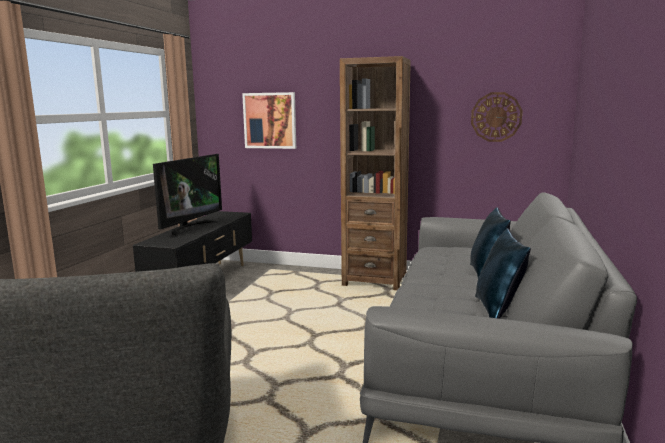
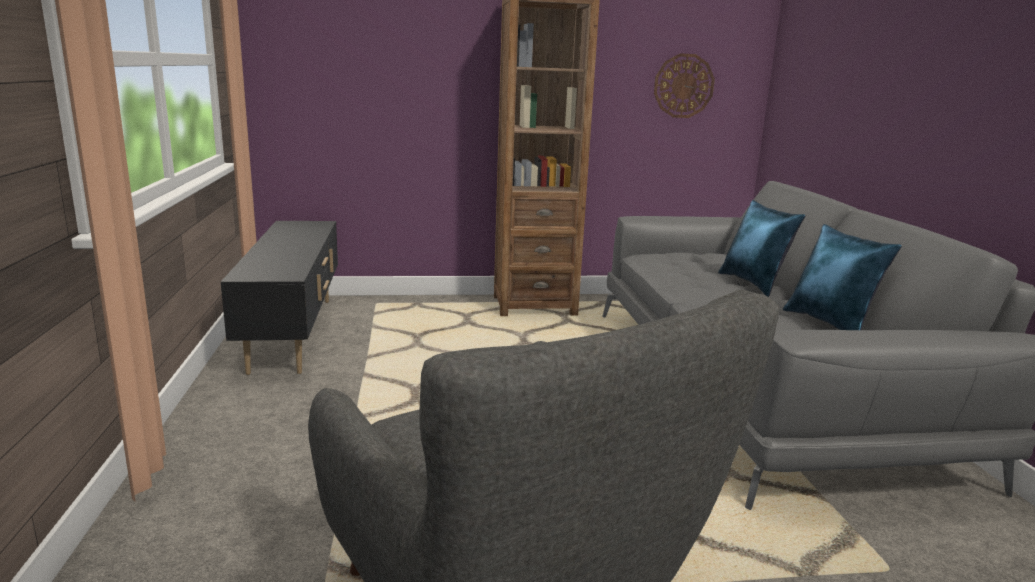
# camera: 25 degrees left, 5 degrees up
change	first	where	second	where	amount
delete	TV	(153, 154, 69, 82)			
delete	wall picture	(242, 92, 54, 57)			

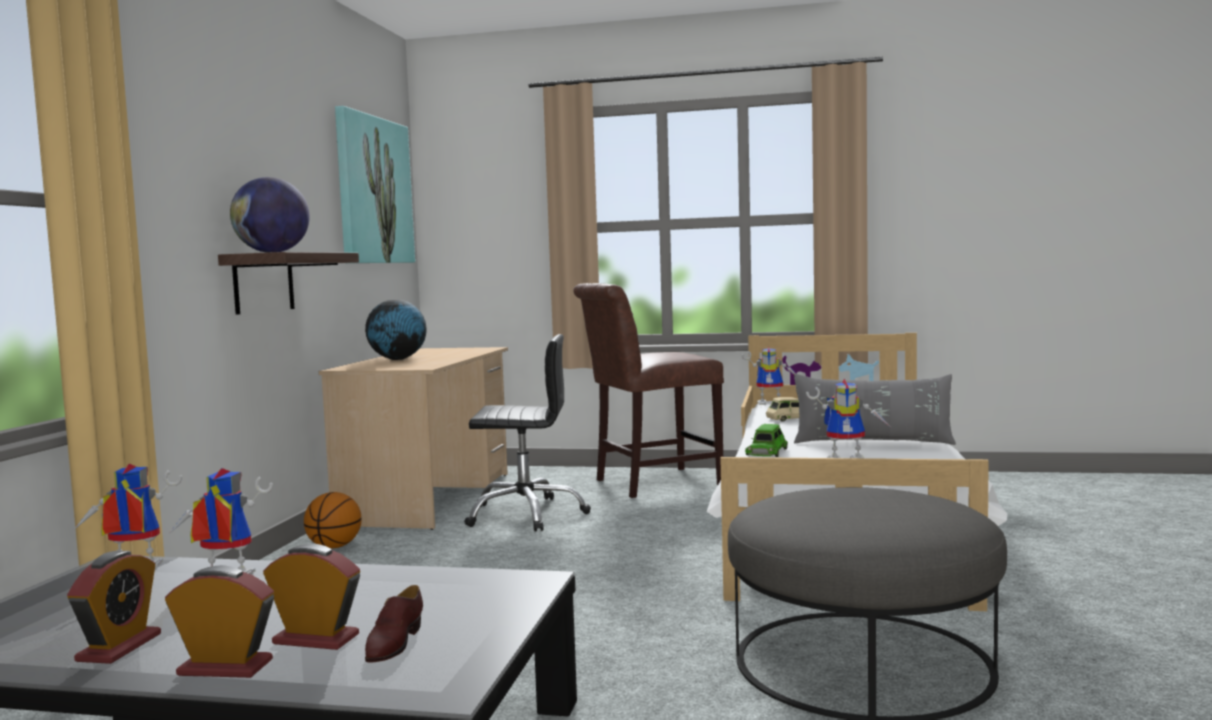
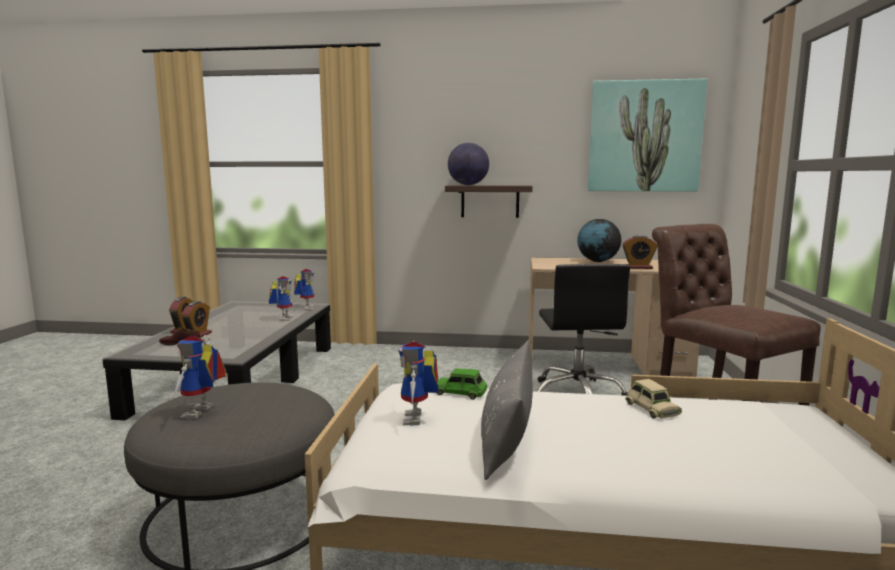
# camera: 85 degrees right, 5 degrees up
change	first	where	second	where	amount
move	table clock	(67, 551, 94, 113)		(622, 235, 36, 34)	
delete	basketball	(304, 492, 57, 56)			
move	toy robot	(742, 347, 54, 58)		(172, 335, 55, 84)	

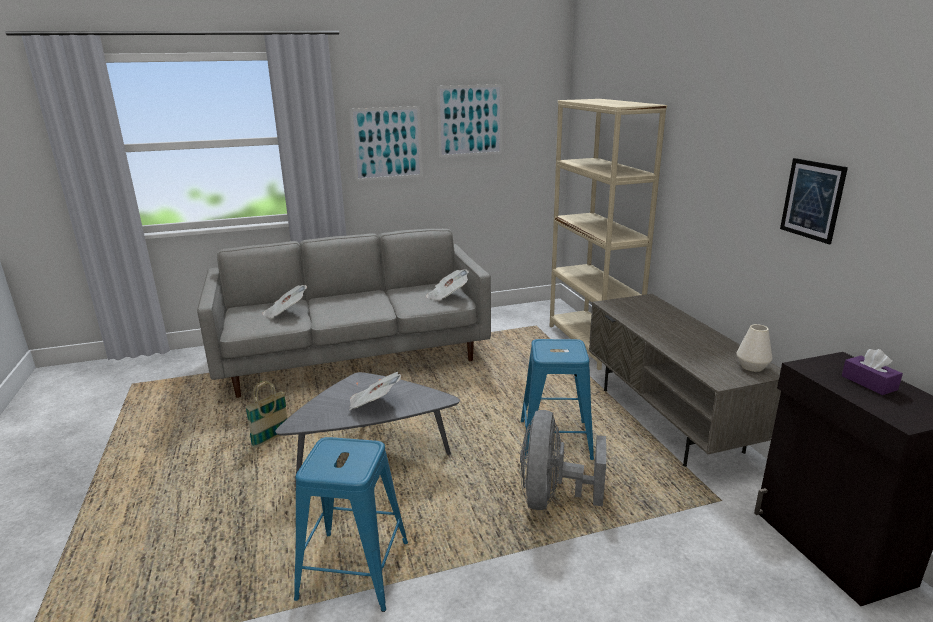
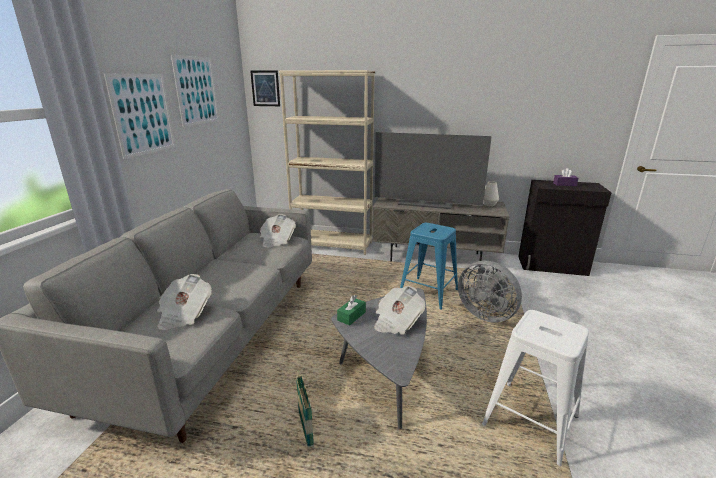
# camera: 60 degrees left, 0 degrees up
change	first	where	second	where	amount
recolor	blue-coloured sitting stool	(294, 437, 114, 175)	white-coloured sitting stool	(482, 310, 107, 156)	
move	wall picture	(780, 158, 68, 86)		(250, 70, 30, 36)	
insert			greenish box of tissues	(337, 295, 29, 31)	
insert			TV	(374, 132, 118, 77)	

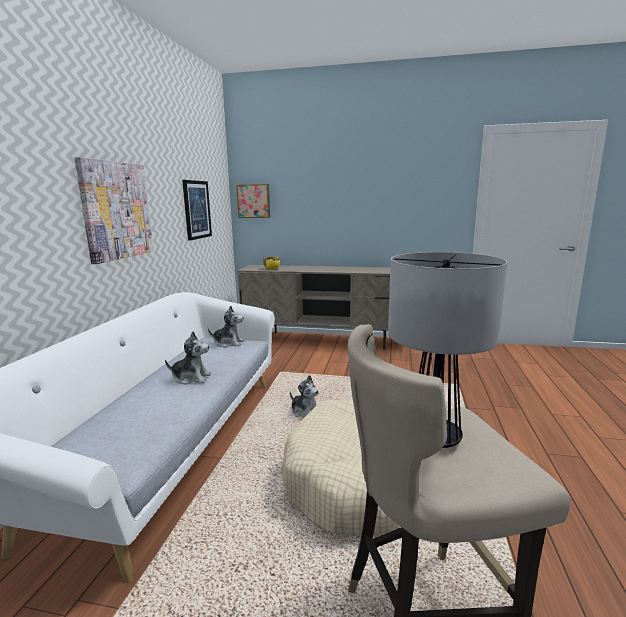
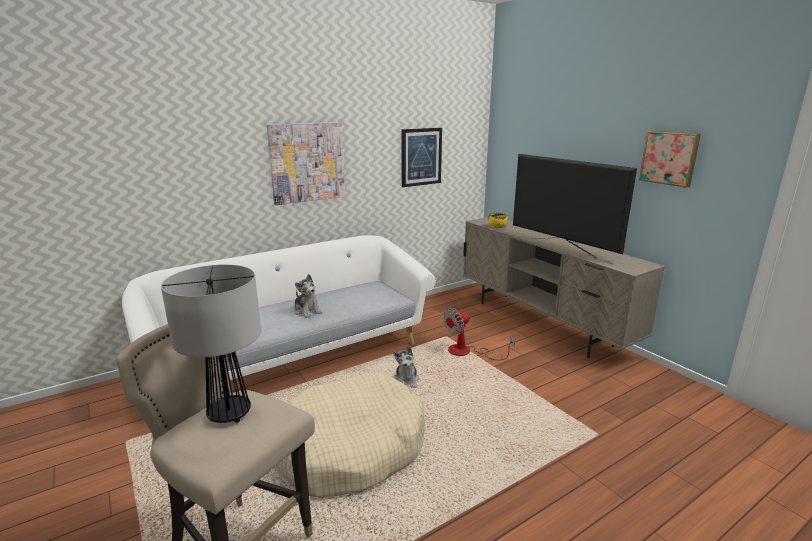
# camera: 45 degrees right, 5 degrees up
change	first	where	second	where	amount
delete	plush toy	(208, 305, 36, 43)			
move	wall picture	(236, 184, 34, 34)		(639, 131, 62, 57)	
insert			fan	(443, 308, 72, 52)	
insert			TV	(513, 154, 124, 104)	

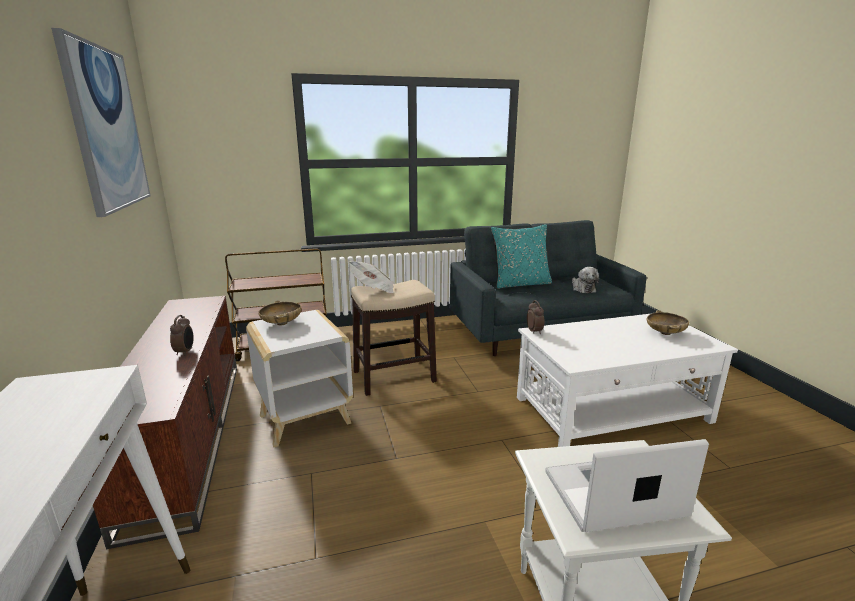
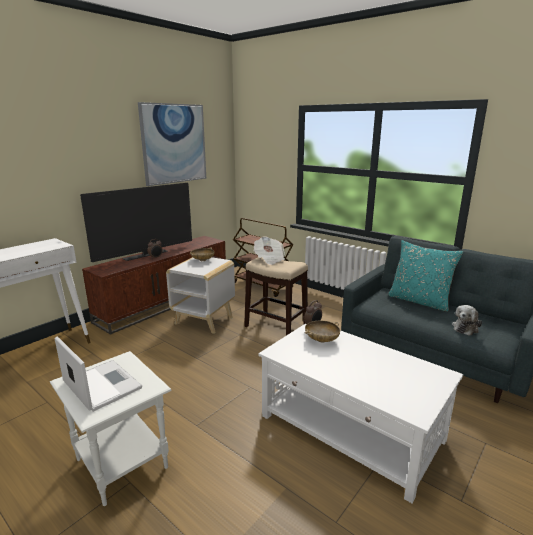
# camera: 55 degrees right, 0 degrees up
change	first	where	second	where	amount
move	sand-coloured deep dish	(647, 310, 42, 25)		(305, 321, 35, 22)	
insert			TV	(80, 183, 112, 79)	

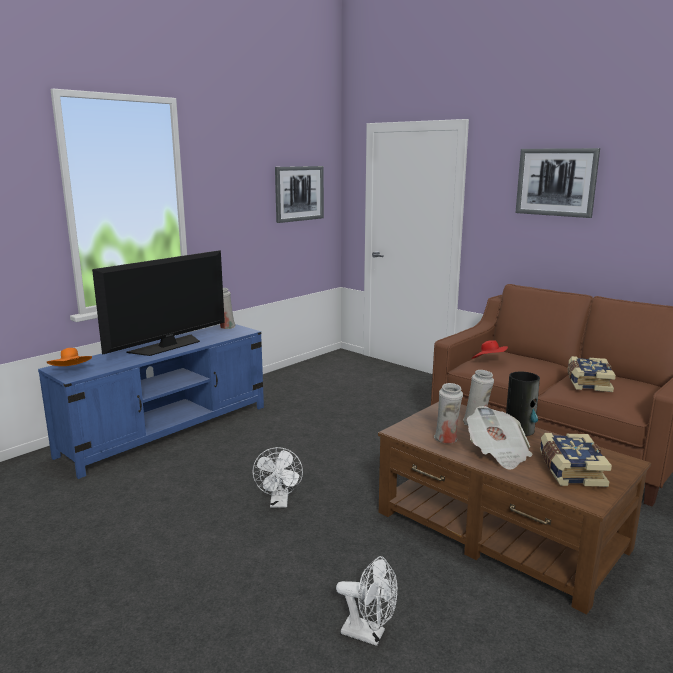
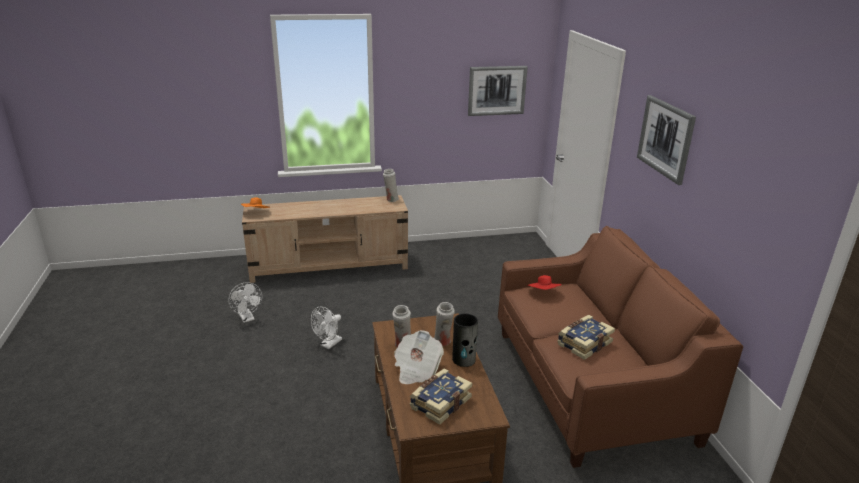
# camera: 35 degrees right, 10 degrees up
change	first	where	second	where	amount
recolor	blue-coloured media console	(38, 324, 226, 155)	sand-coloured media console	(242, 195, 166, 88)	
delete	TV	(92, 250, 133, 106)			
move	white-coloured fan	(336, 556, 62, 90)		(228, 282, 34, 41)	

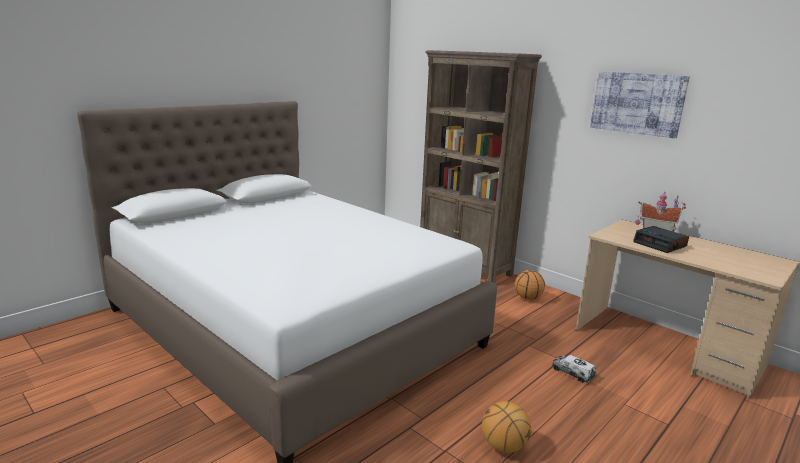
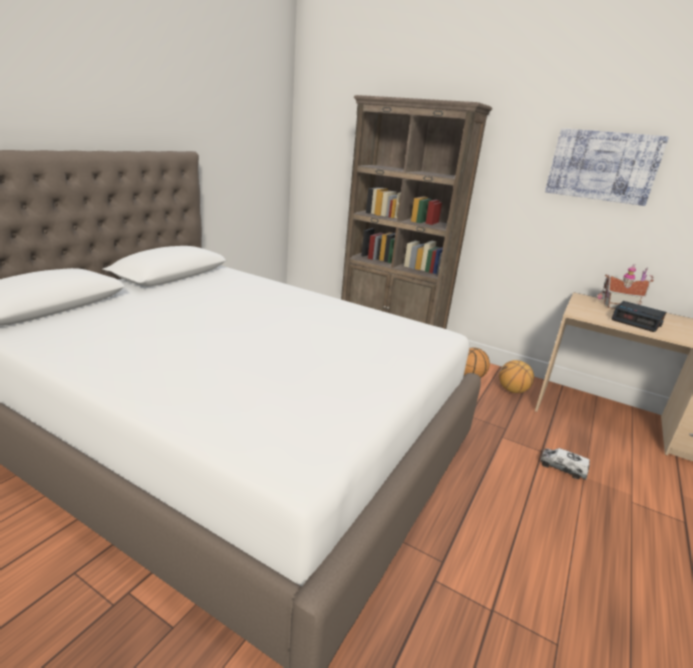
# camera: 15 degrees left, 5 degrees up
change	first	where	second	where	amount
move	basketball	(482, 401, 49, 52)		(499, 360, 35, 33)	

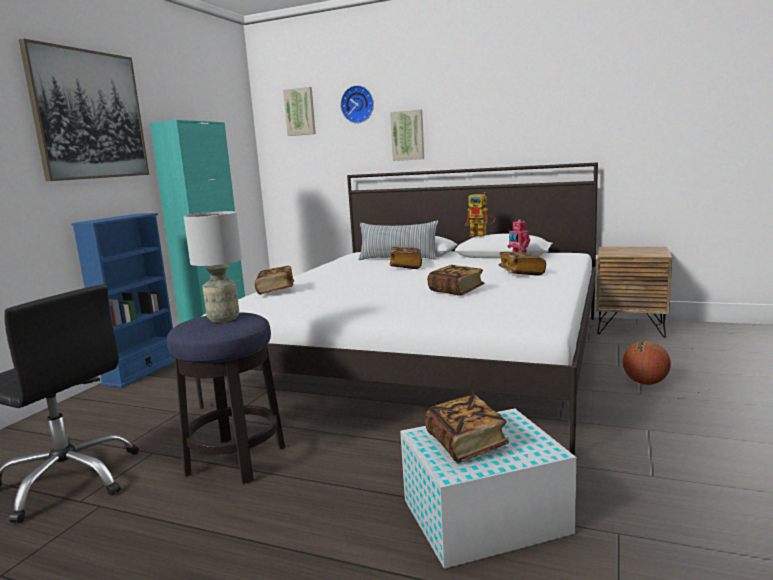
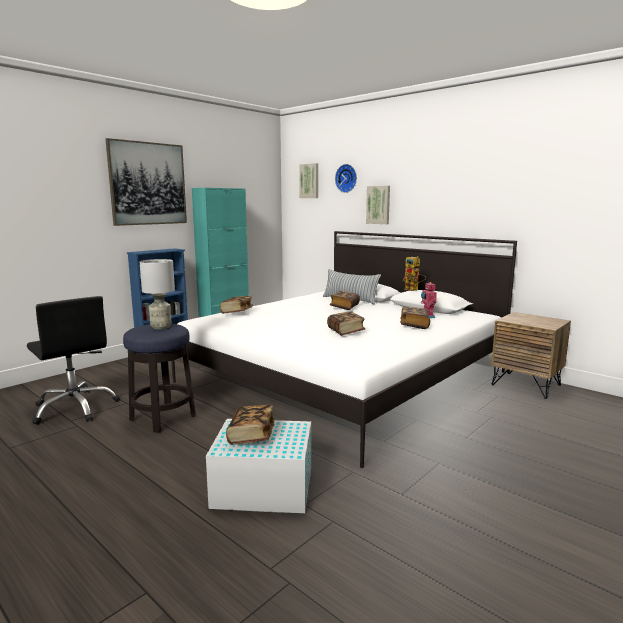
# camera: 20 degrees right, 0 degrees up
change	first	where	second	where	amount
delete	basketball	(623, 341, 48, 44)			

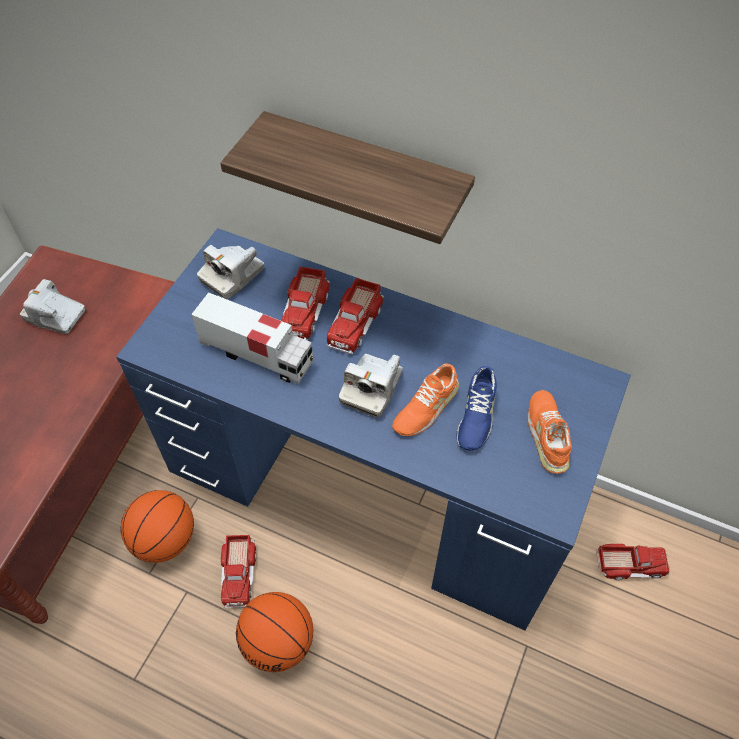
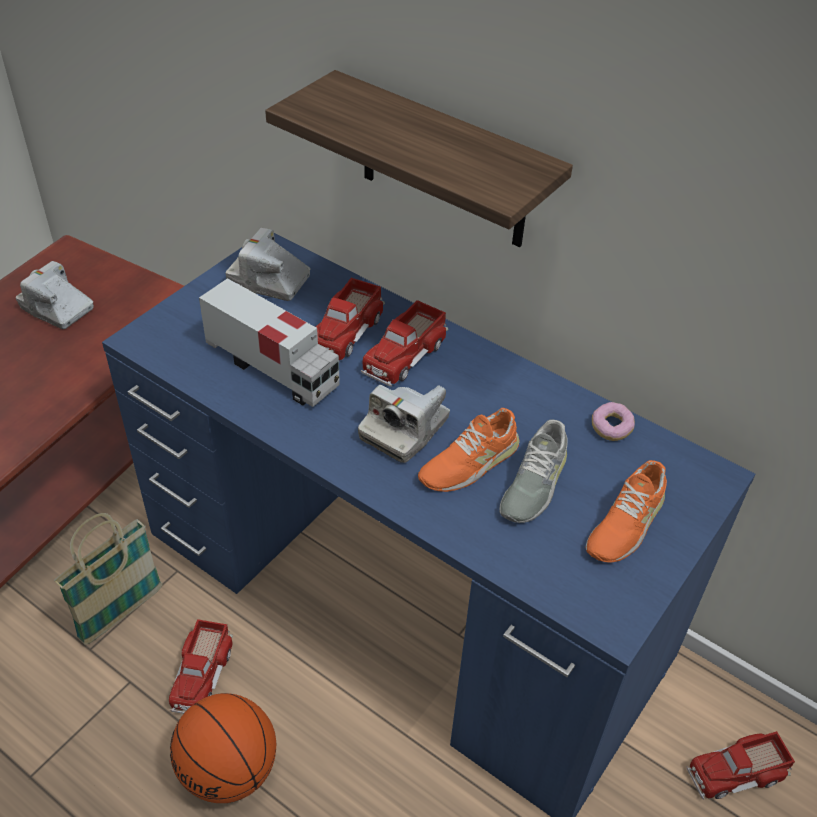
# camera: 10 degrees right, 10 degrees down
change	first	where	second	where	amount
replace	basketball	(121, 490, 73, 73)	household basket	(54, 513, 109, 132)	
rotate	photo camera	(197, 245, 67, 54)		(226, 228, 84, 73)	60 degrees clockwise
recolor	blue-coloured shoe	(456, 366, 41, 85)	gray shoe	(499, 420, 69, 103)	
rotate	orange-coloured shoe	(528, 390, 44, 84)		(585, 460, 82, 103)	150 degrees counterclockwise
rotate	toy truck	(596, 544, 74, 36)		(687, 731, 108, 69)	150 degrees clockwise
insert			donut	(592, 402, 43, 39)	

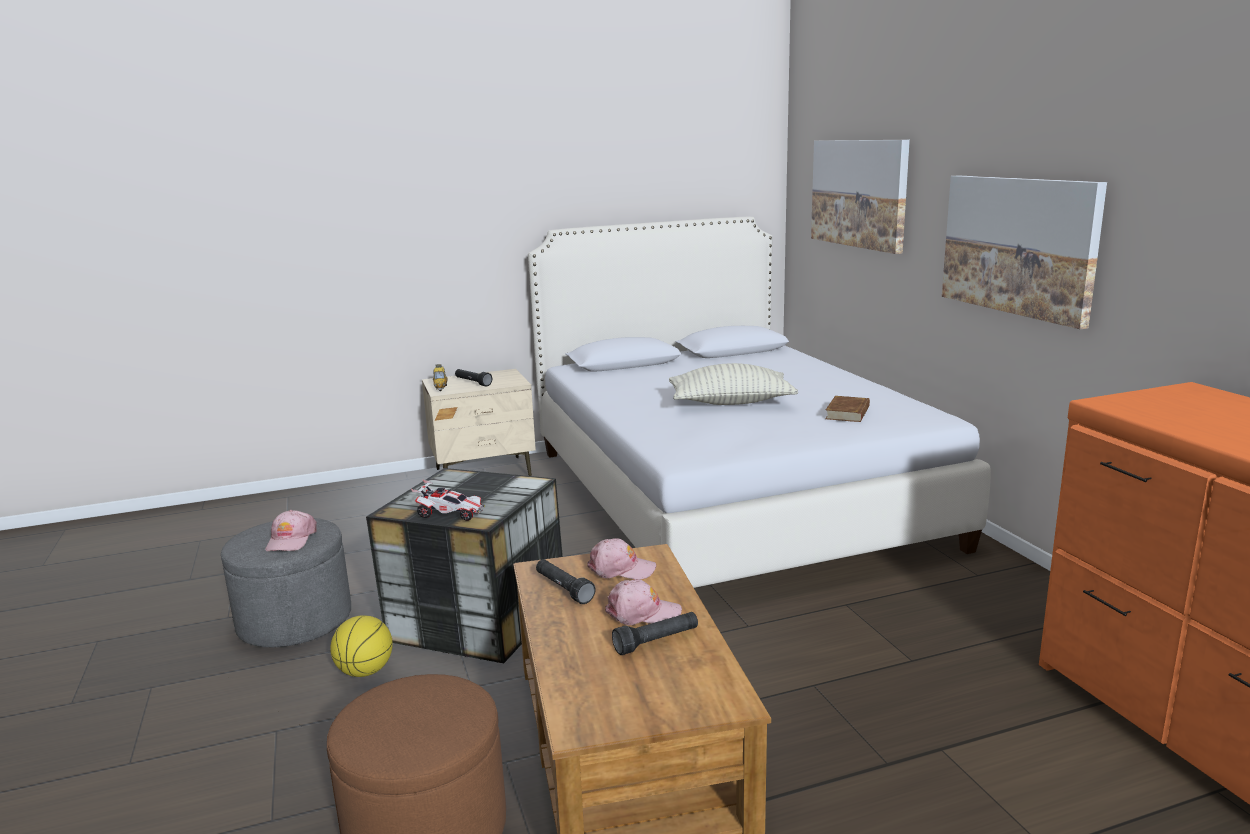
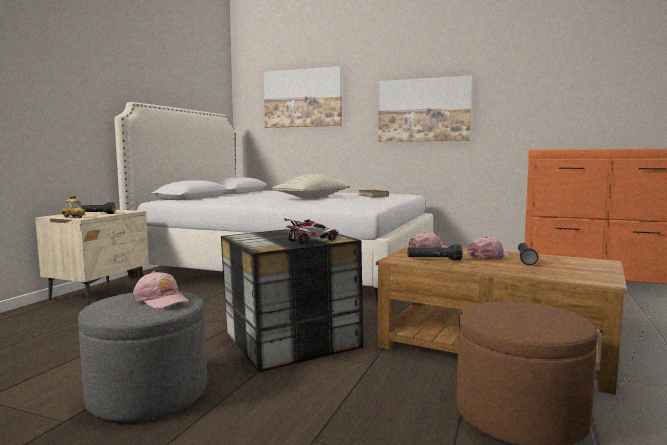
# camera: 50 degrees left, 10 degrees down
change	first	where	second	where	amount
delete	basketball	(330, 615, 63, 62)			

